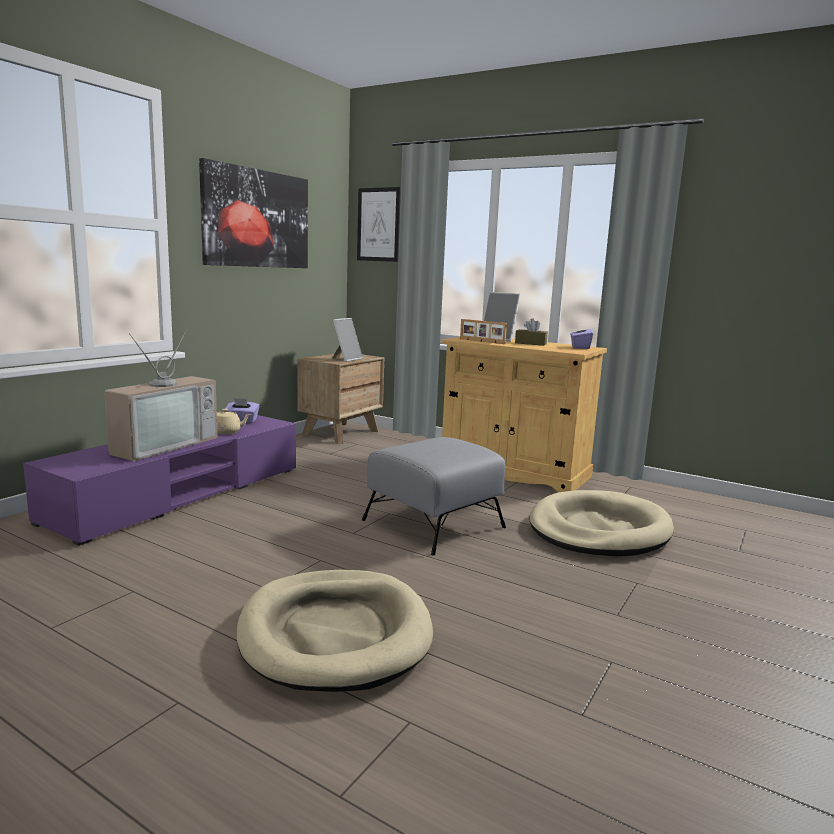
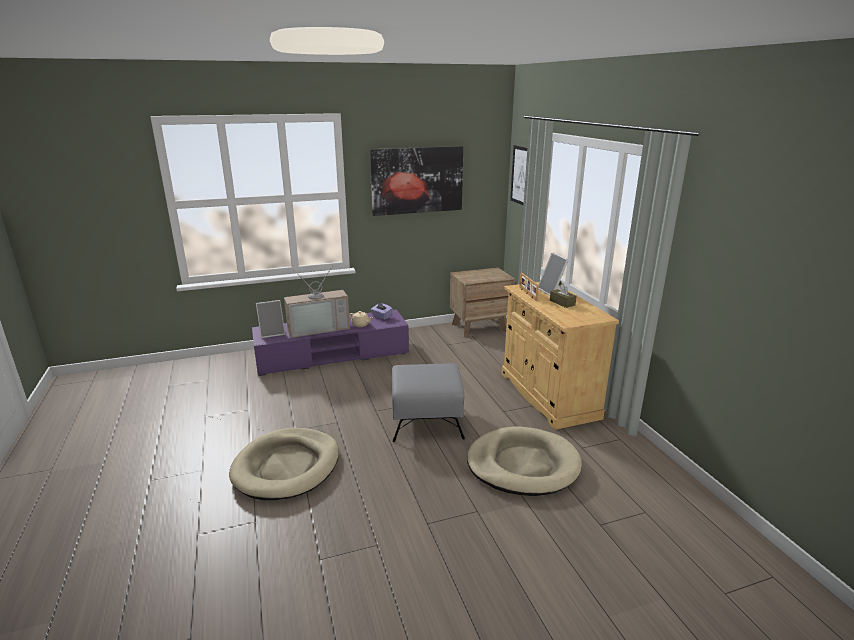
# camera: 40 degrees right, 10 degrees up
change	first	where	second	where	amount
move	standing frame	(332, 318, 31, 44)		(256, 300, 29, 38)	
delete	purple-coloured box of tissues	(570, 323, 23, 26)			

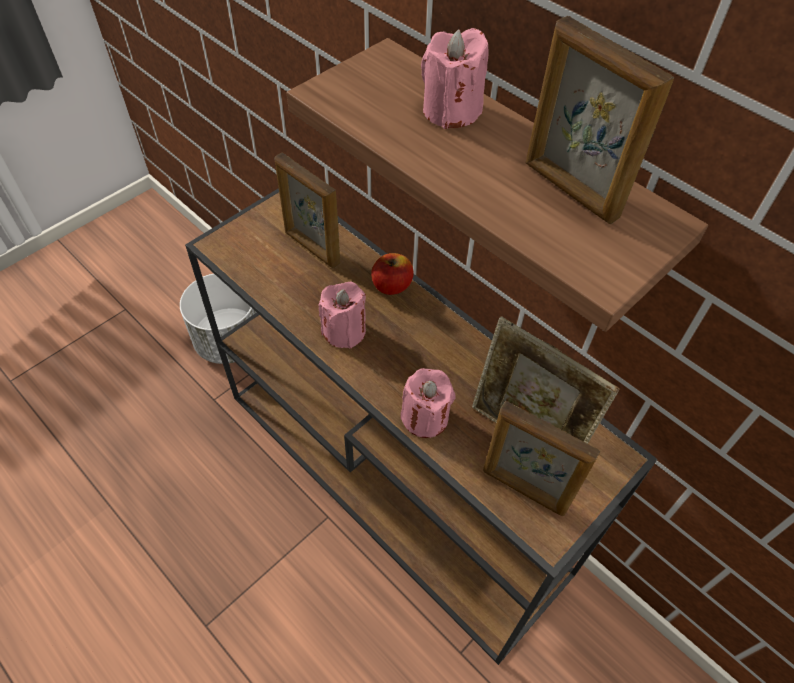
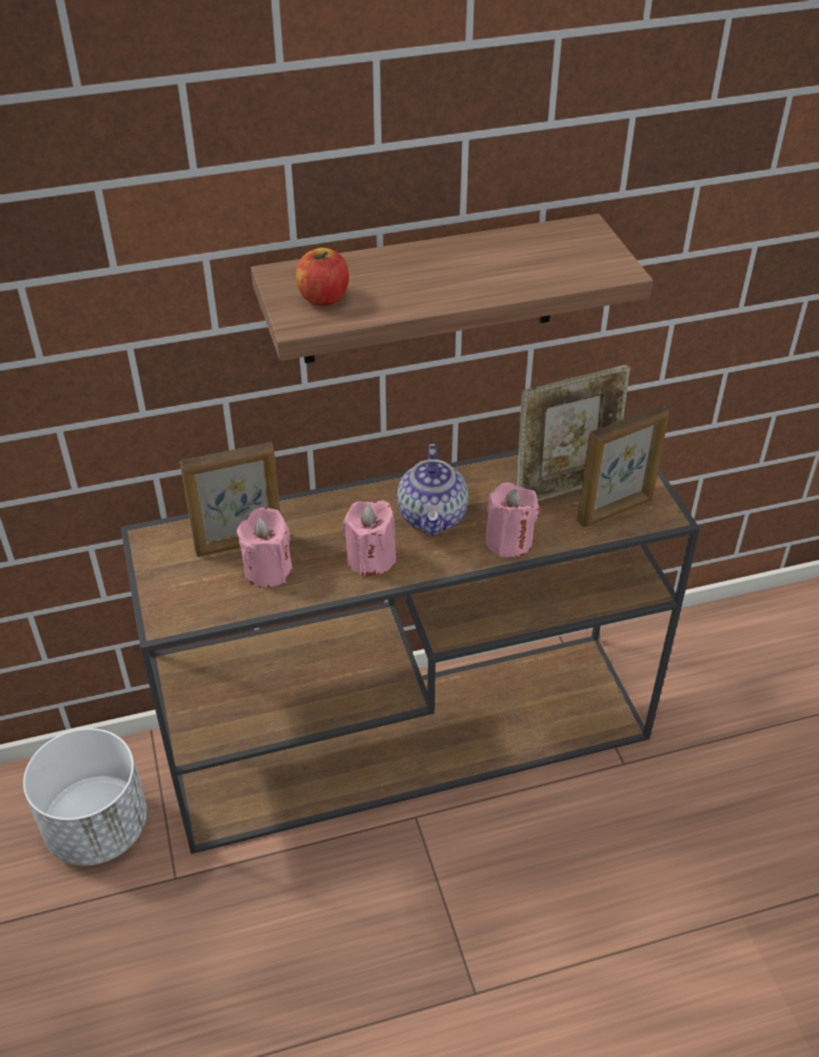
# camera: 60 degrees left, 10 degrees down
change	first	where	second	where	amount
move	apple fruit	(371, 253, 43, 42)		(296, 248, 53, 58)	
move	pinkish wax light	(421, 28, 67, 101)		(237, 507, 55, 81)	
delete	standing frame	(526, 16, 148, 208)			
insert			tea pot	(397, 444, 71, 93)	

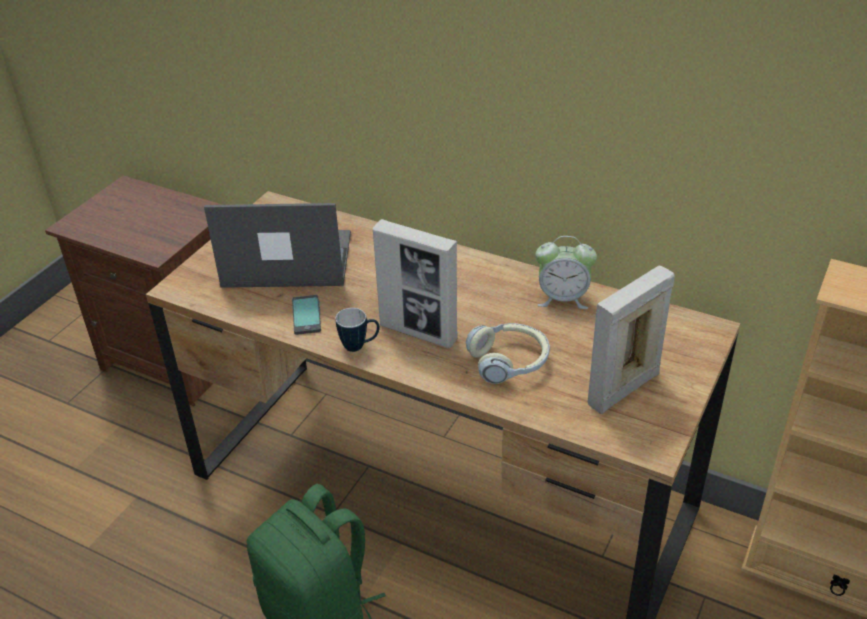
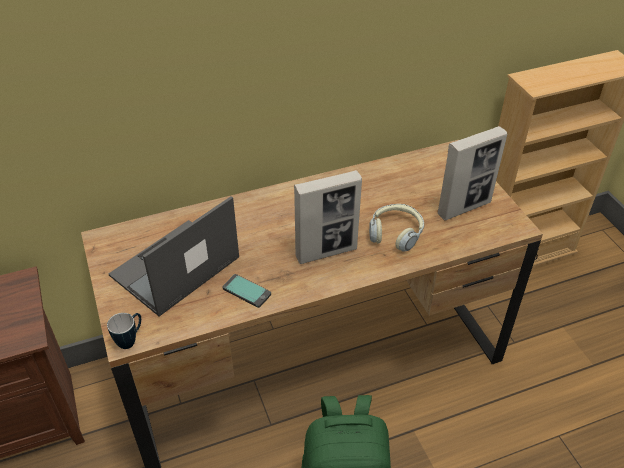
# camera: 50 degrees left, 5 degrees up
change	first	where	second	where	amount
move	mug	(335, 308, 45, 44)		(107, 313, 34, 36)	
delete	table clock	(535, 236, 62, 73)			
rotate	standing frame	(588, 266, 87, 148)		(437, 126, 71, 94)	120 degrees counterclockwise

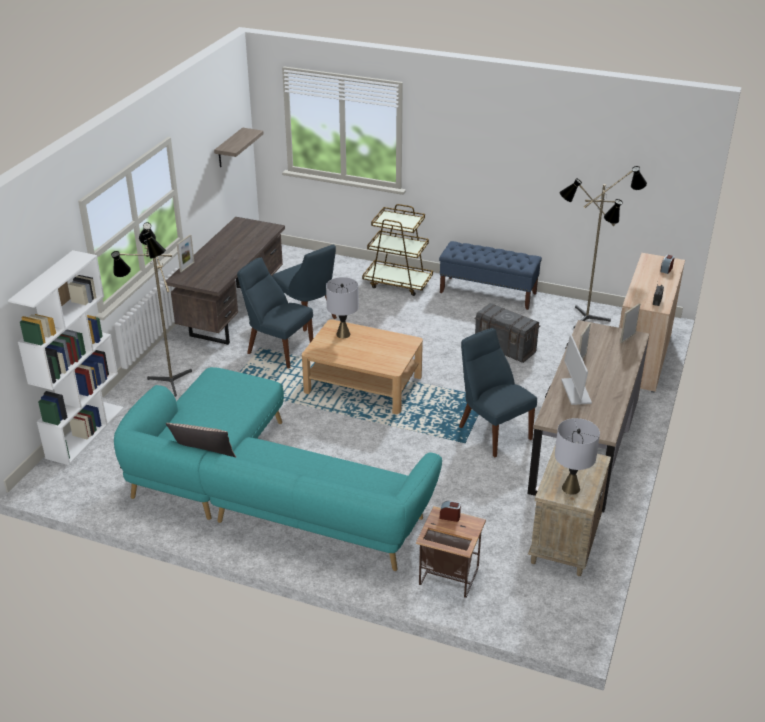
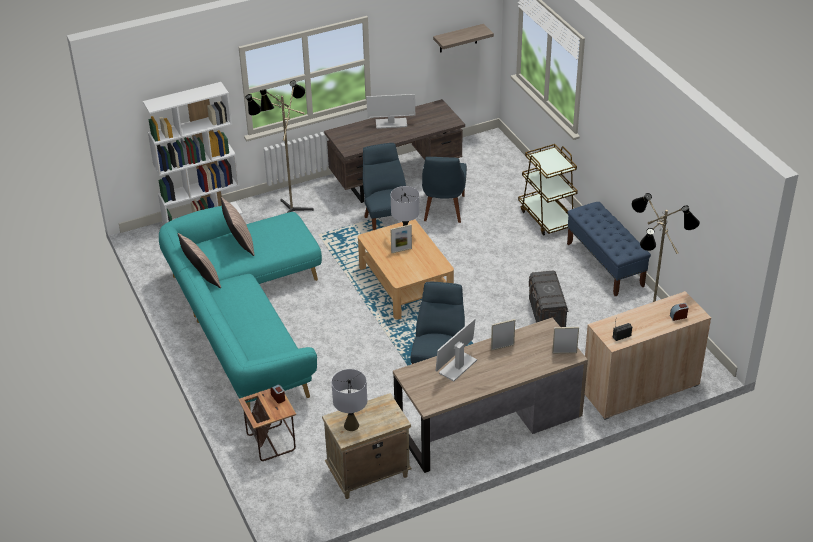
# camera: 45 degrees right, 5 degrees up
change	first	where	second	where	amount
move	standing frame	(177, 234, 17, 38)		(391, 224, 21, 29)	
insert			throw pillow	(221, 197, 34, 59)	
insert			computer screen	(366, 94, 49, 35)	

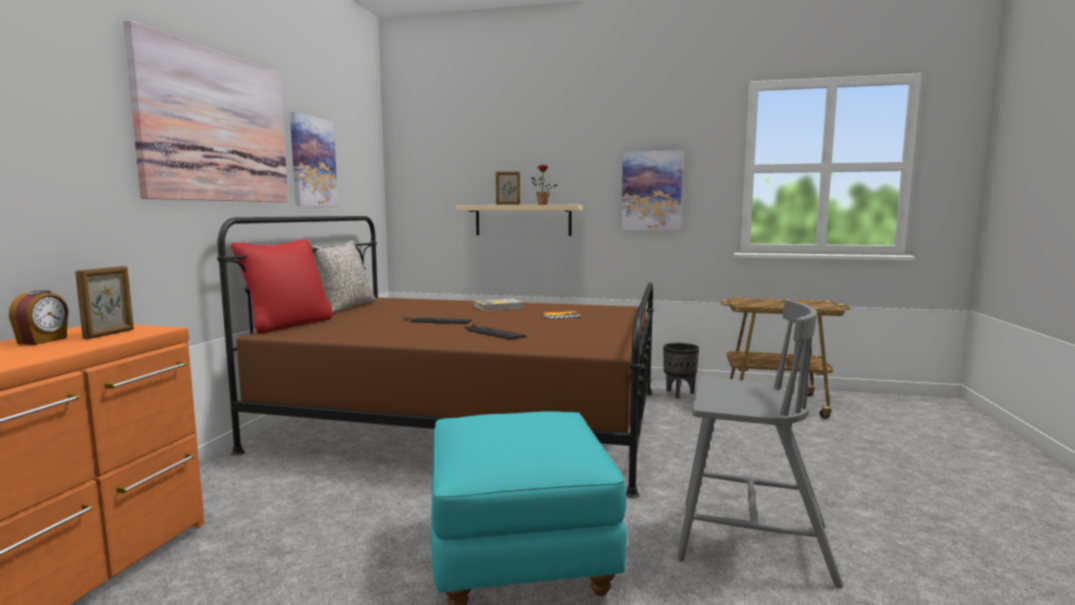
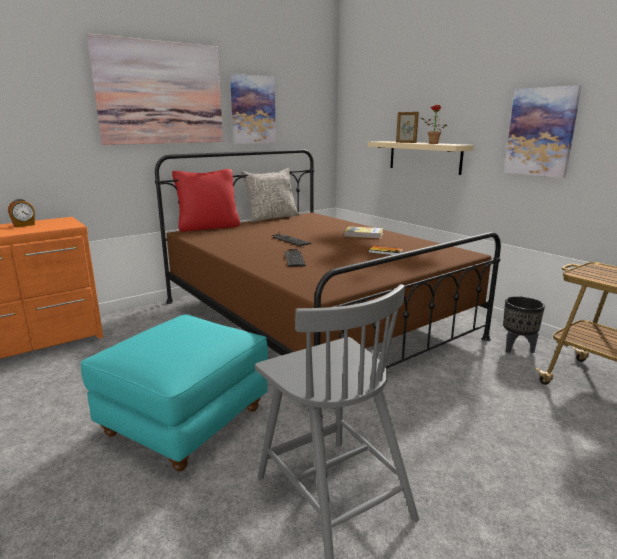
# camera: 40 degrees right, 10 degrees up
change	first	where	second	where	amount
delete	standing frame	(75, 266, 59, 73)			

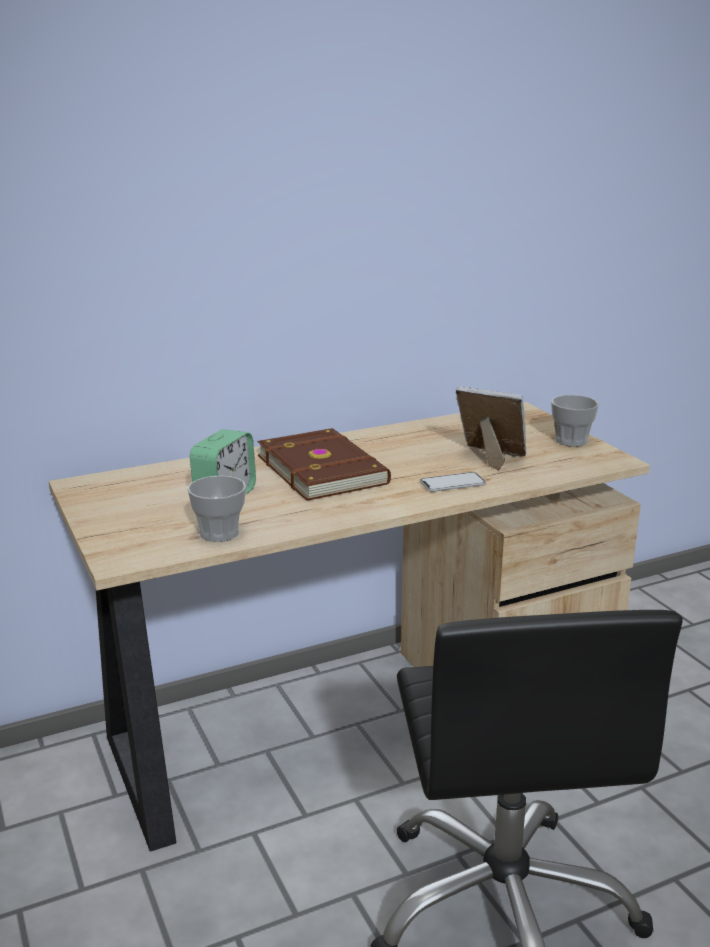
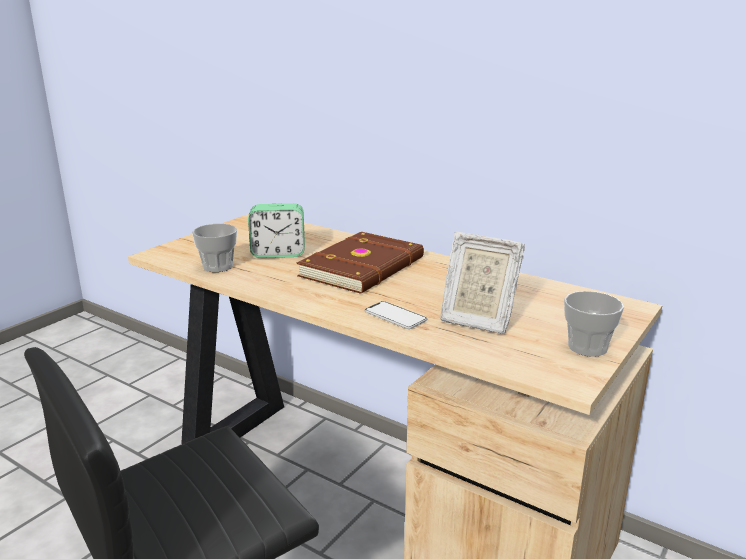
# camera: 60 degrees right, 0 degrees up
change	first	where	second	where	amount
rotate	standing frame	(455, 386, 71, 85)		(440, 232, 85, 102)	120 degrees clockwise

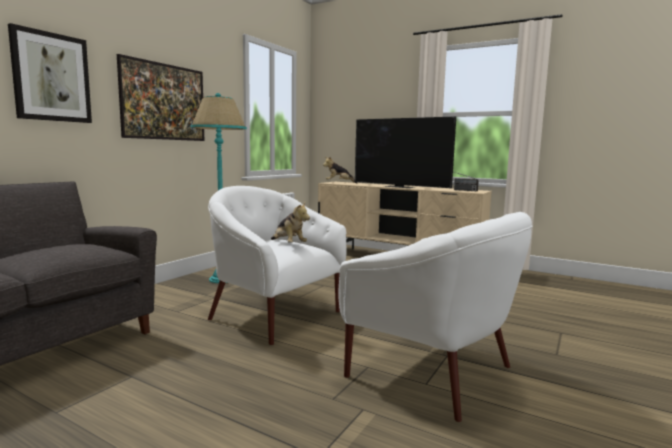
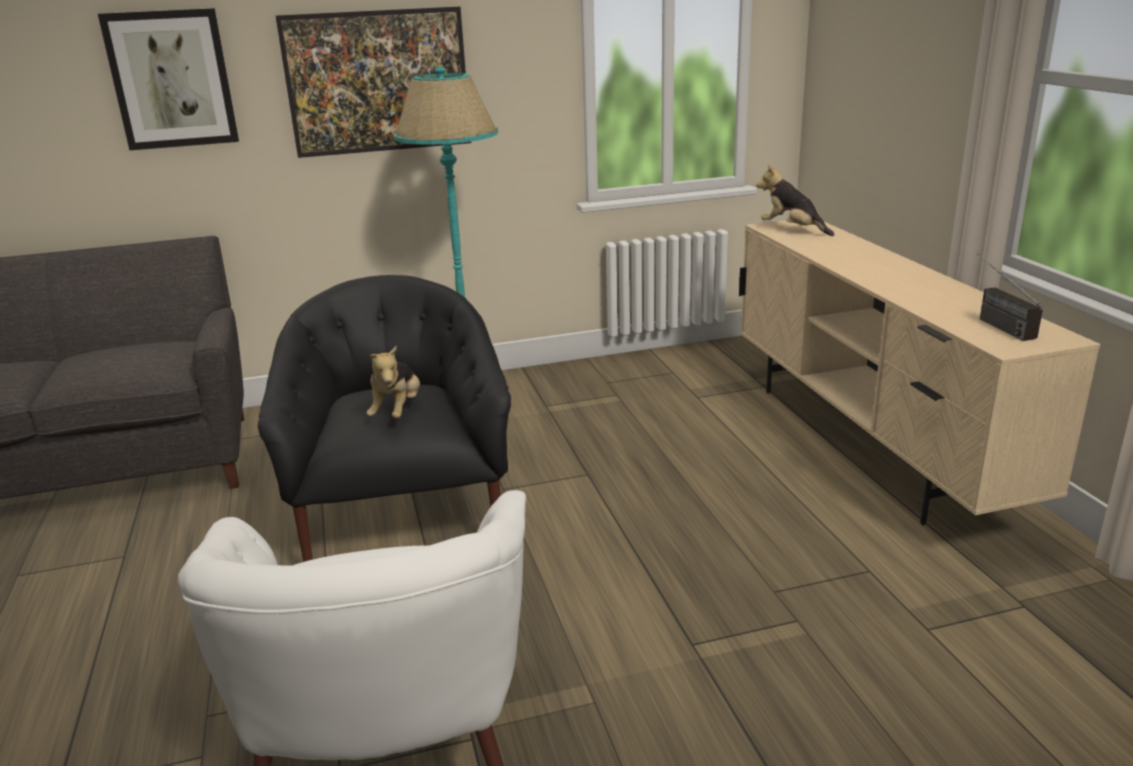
# camera: 45 degrees right, 15 degrees up
change	first	where	second	where	amount
recolor	white-coloured lounge chair	(208, 186, 138, 159)	blackish lounge chair	(257, 275, 254, 287)	
delete	TV	(355, 116, 101, 72)			

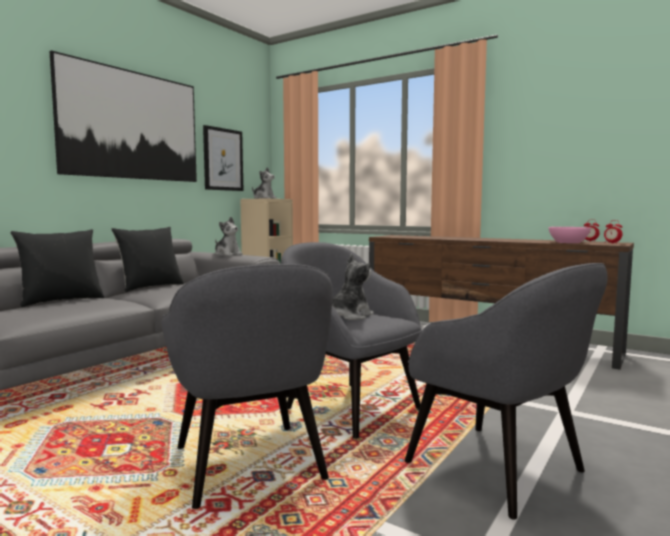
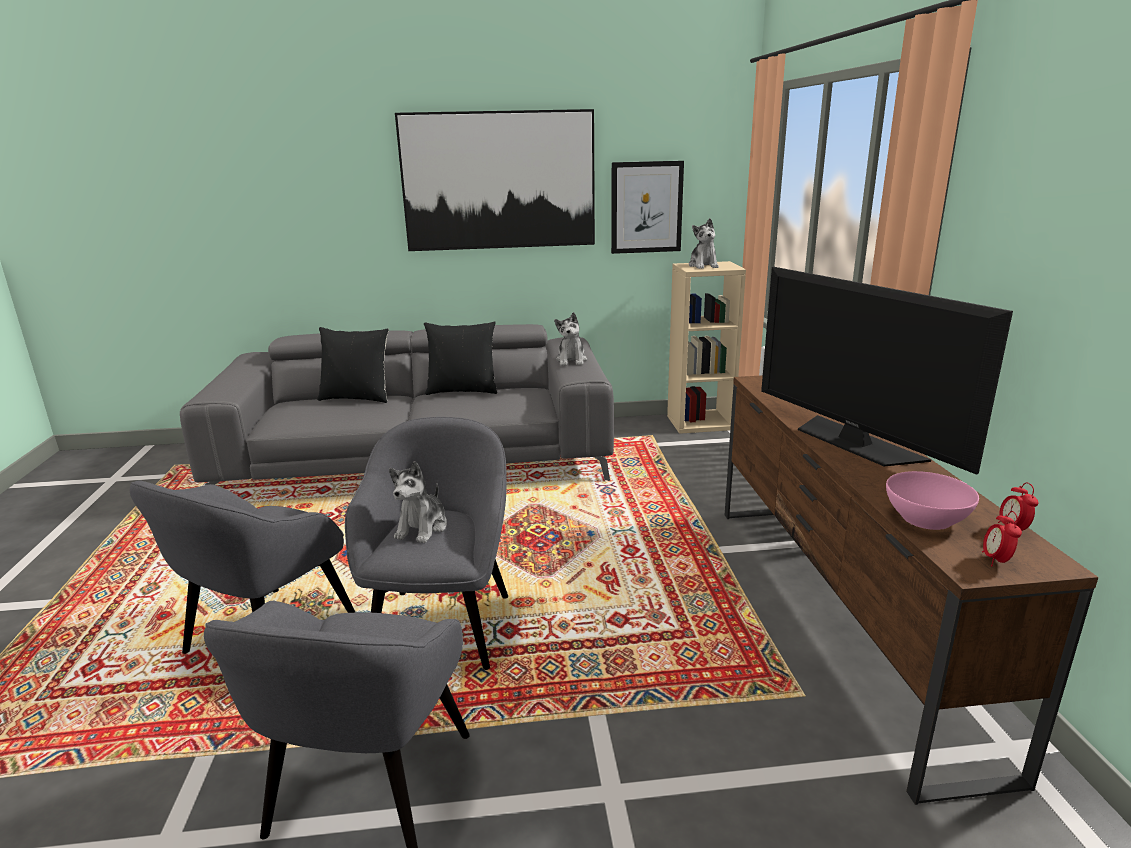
# camera: 50 degrees right, 15 degrees up
change	first	where	second	where	amount
rotate	plush toy	(332, 254, 42, 66)		(389, 461, 58, 82)	105 degrees clockwise
insert			TV	(761, 267, 252, 208)	

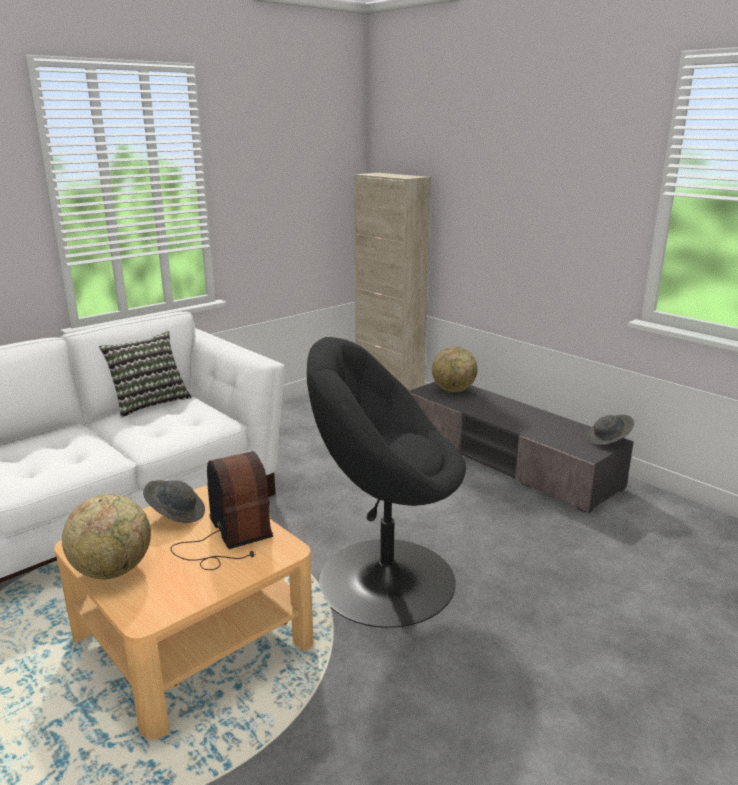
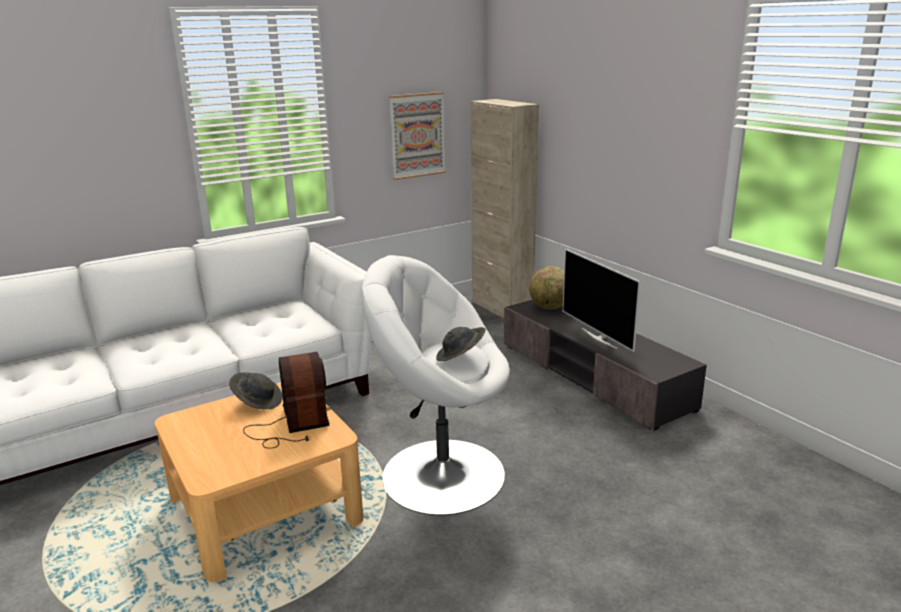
# camera: 10 degrees right, 0 degrees up
change	first	where	second	where	amount
delete	globe	(62, 494, 89, 85)			
delete	throw pillow	(99, 331, 93, 86)			
recolor	blackish lounge chair	(307, 337, 159, 291)	white-coloured lounge chair	(361, 255, 149, 260)	
move	gray clothing hat	(586, 415, 48, 30)		(436, 327, 49, 34)	
insert			wall picture	(389, 92, 57, 88)	
insert			TV	(563, 249, 78, 103)	

